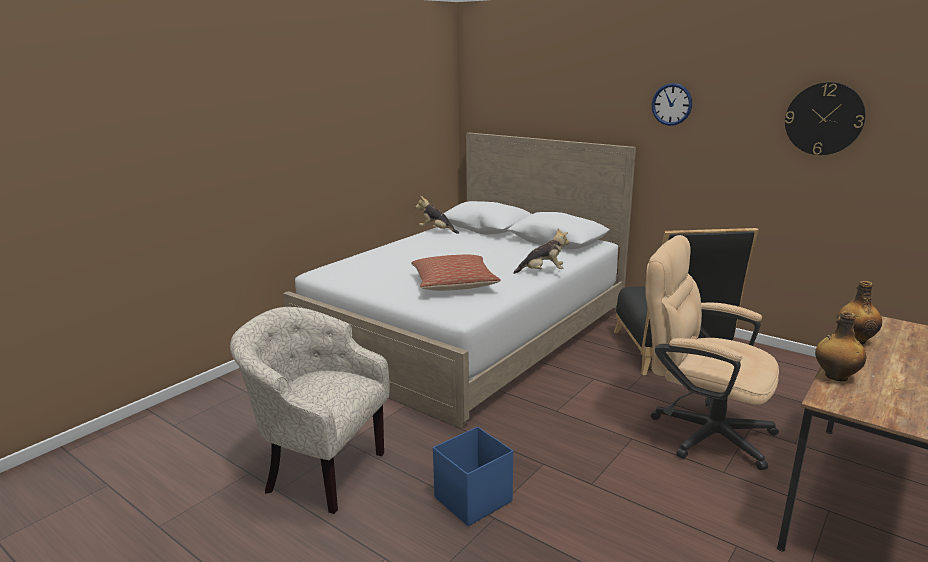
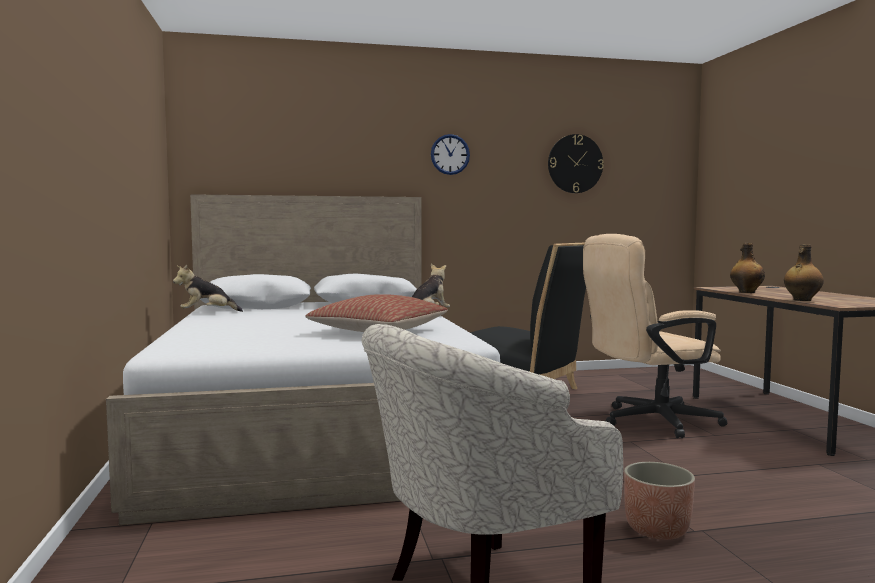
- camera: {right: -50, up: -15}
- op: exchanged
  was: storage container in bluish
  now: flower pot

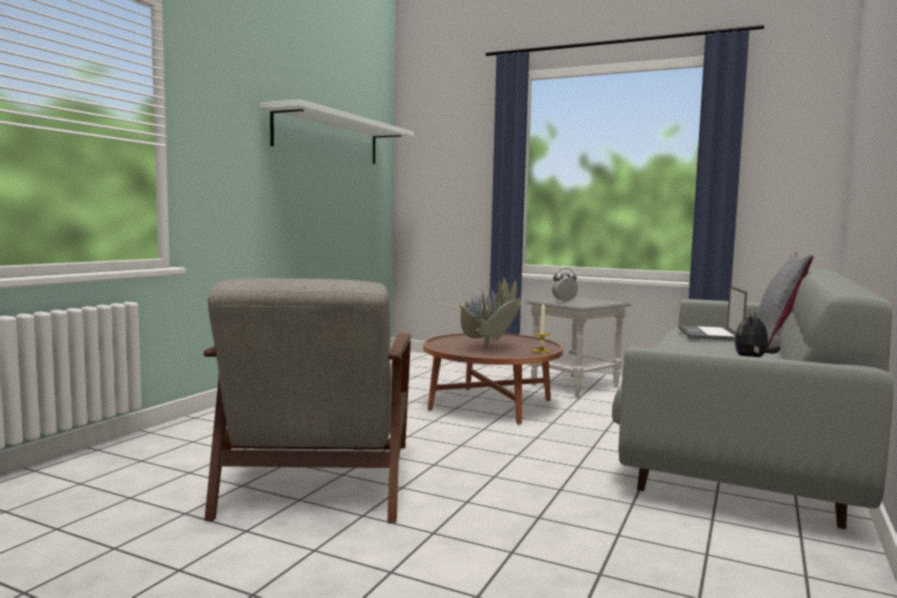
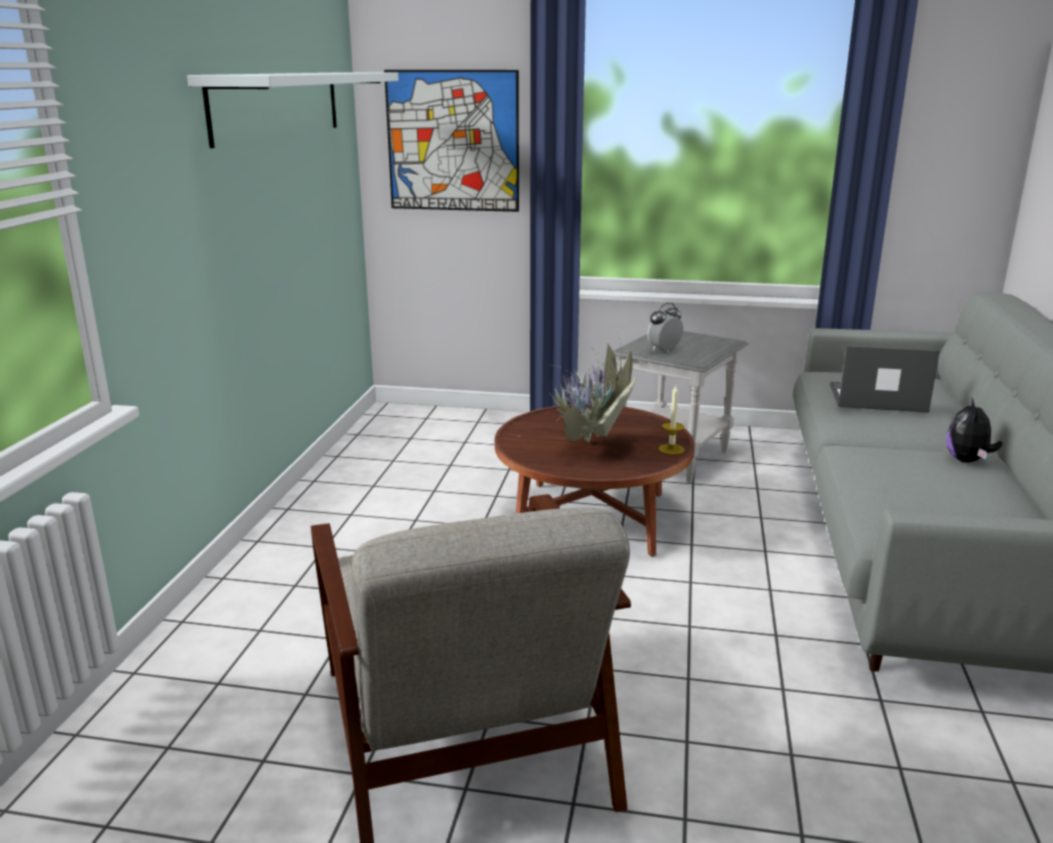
- camera: {right: -15, up: 15}
- op: appeared
  now: wall art
- op: spun
  was: portable computer
  clockwise: 105
- op: missing
  was: throw pillow in grey

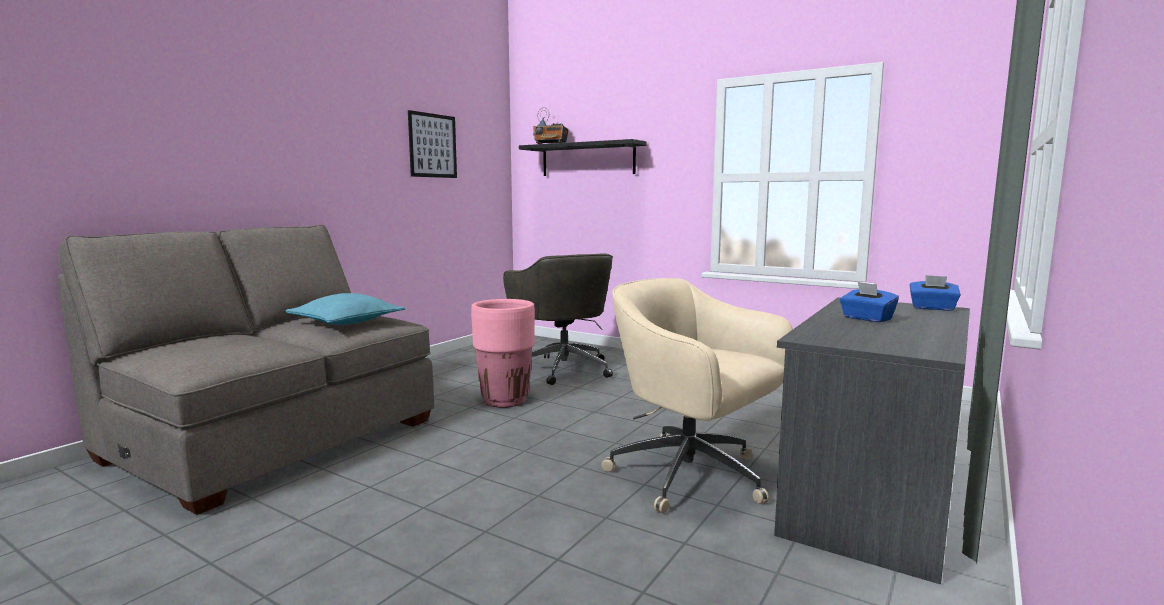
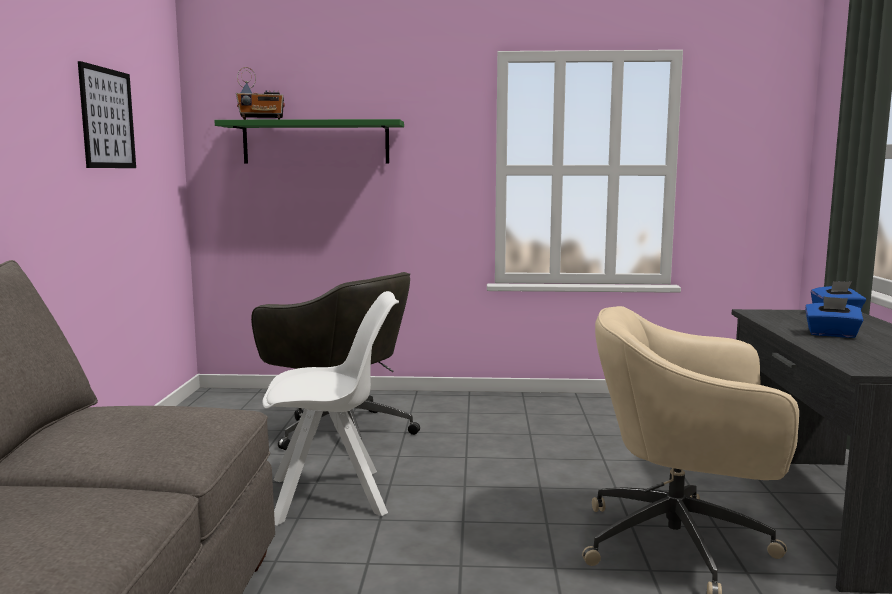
- camera: {right: -30, up: 0}
- op: colour
  was: shelf in black-coloured
  now: shelf in green-coloured
- op: exchanged
  was: flower pot in pink
  now: plain chair in white-coloured
- op: missing
  was: throw pillow in blue-green

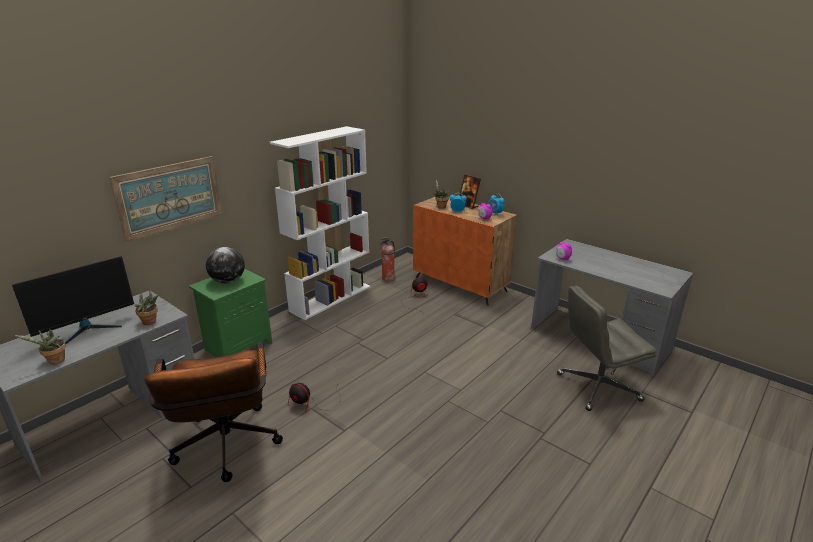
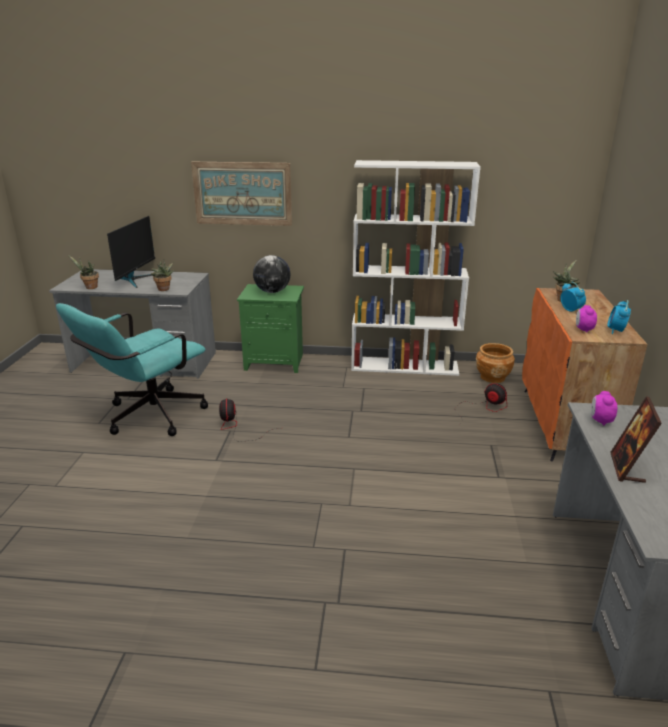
- camera: {right: 55, up: 0}
- op: colour
  was: computer chair in brown-coloured
  now: computer chair in blue-green
- op: spun
  was: monitor
  clockwise: -90
- op: exchanged
  was: fire-fighting cylinder
  now: flower pot in brown-coloured
- op: relocated
  was: picture frame
- op: missing
  was: computer chair in grey

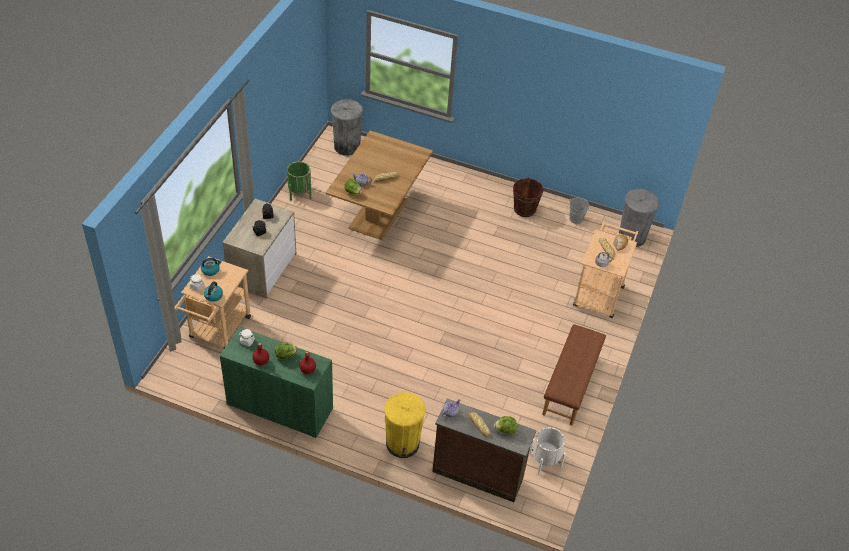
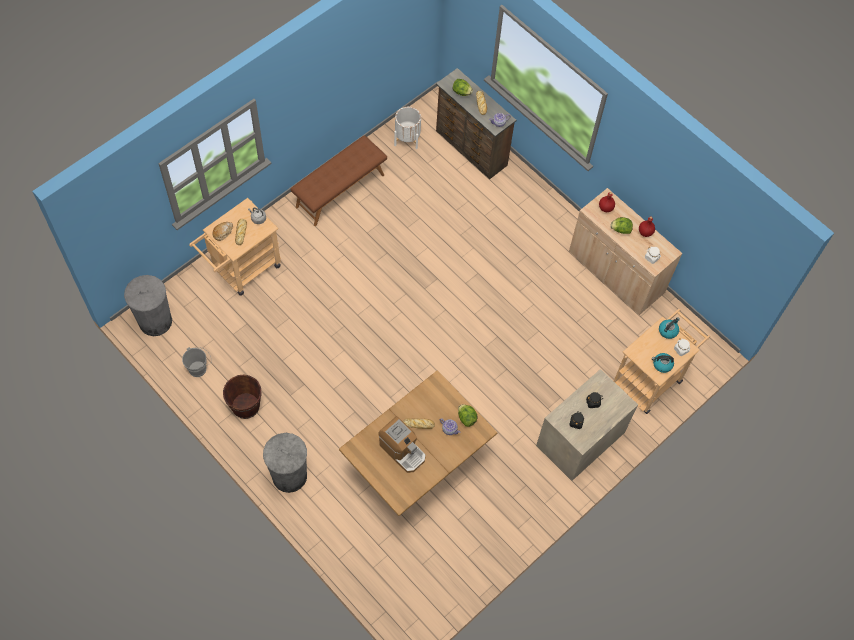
- camera: {right: -155, up: 15}
- op: relocated
  was: trash can in grey (no. 1 from left in the first image)
  now: trash can in grey (no. 2 from left)
- op: appeared
  now: coffee brewer
- op: colour
  was: cabinet in green-coloured
  now: cabinet in beige-coloured
- op: missing
  was: flower pot in green-coloured
- op: missing
  was: trash can in yellow

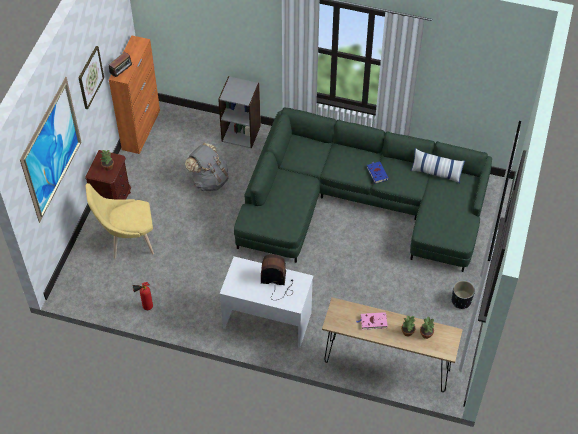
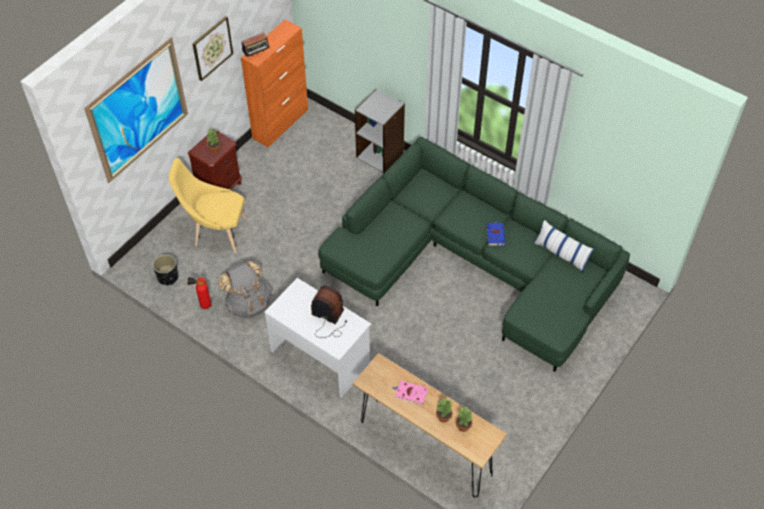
- camera: {right: 20, up: 0}
- op: relocated
  was: flower pot in black-coloured
- op: relocated
  was: knapsack in grey

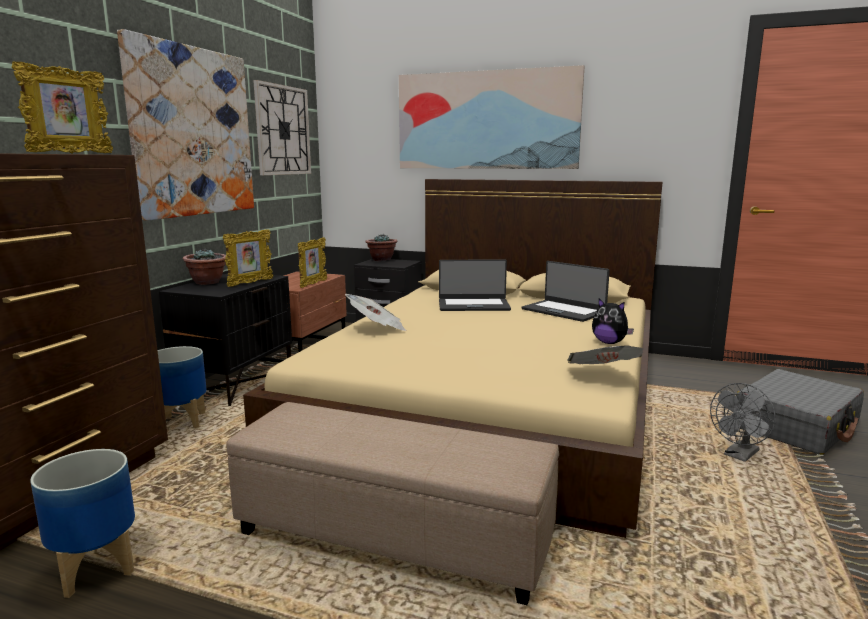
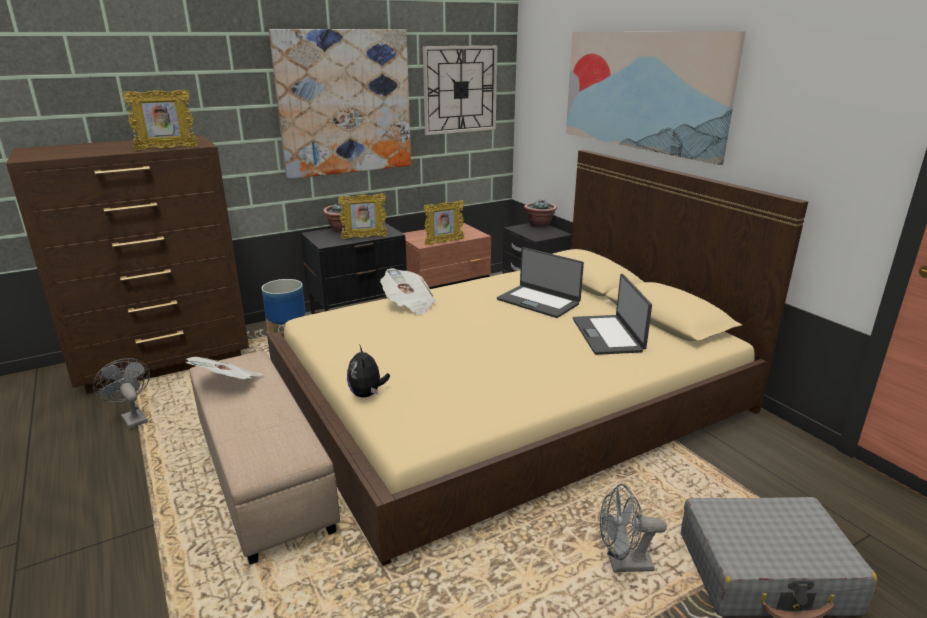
- camera: {right: 40, up: 10}
- op: exchanged
  was: flower pot (no. 1 from left)
  now: cooling fan in grey (no. 1 from left)
- op: relocated
  was: printed paper (no. 2 from left in the first image)
  now: printed paper (no. 1 from left)
- op: relocated
  was: plush toy

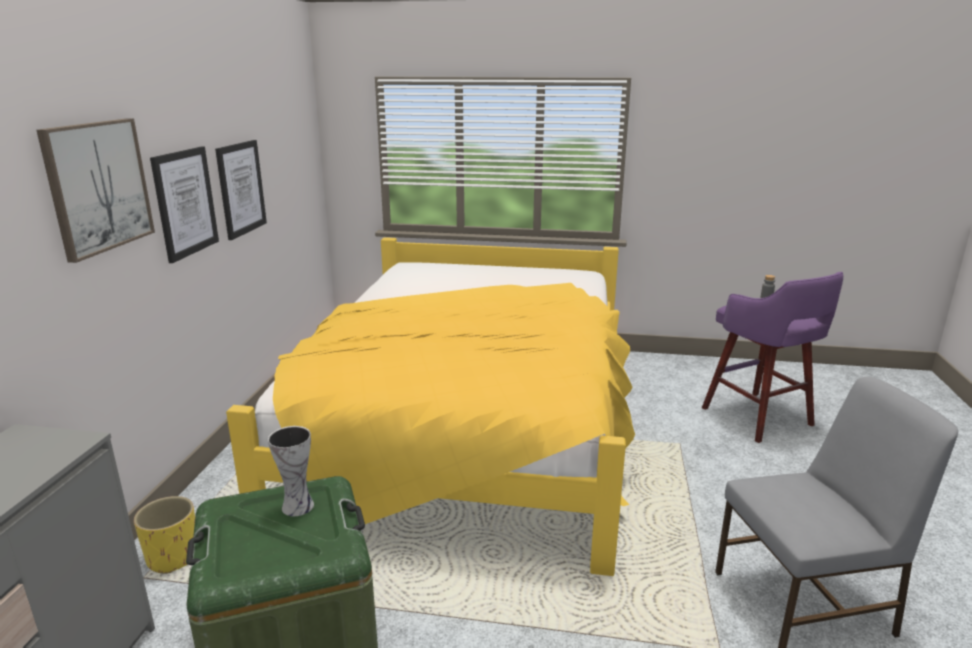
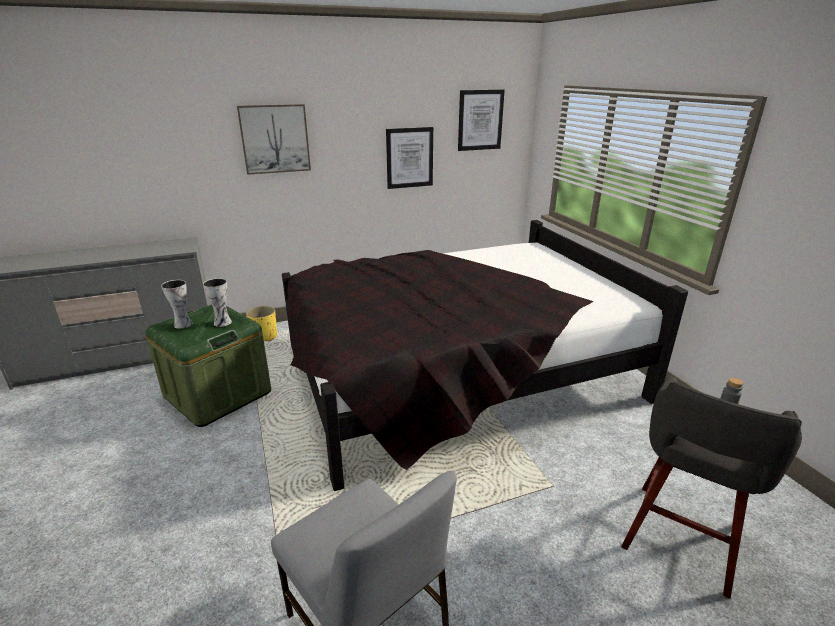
- camera: {right: 60, up: 5}
- op: appeared
  now: decorative vase (no. 1 from left)
- op: colour
  was: bedroom bed in yellow
  now: bedroom bed in black-coloured
- op: relocated
  was: wall art (no. 2 from left in the first image)
  now: wall art (no. 3 from left)
- op: colour
  was: stool seat in purple
  now: stool seat in grey

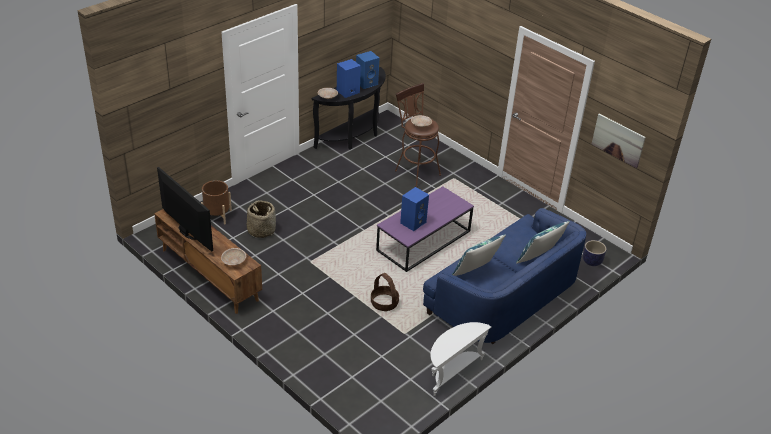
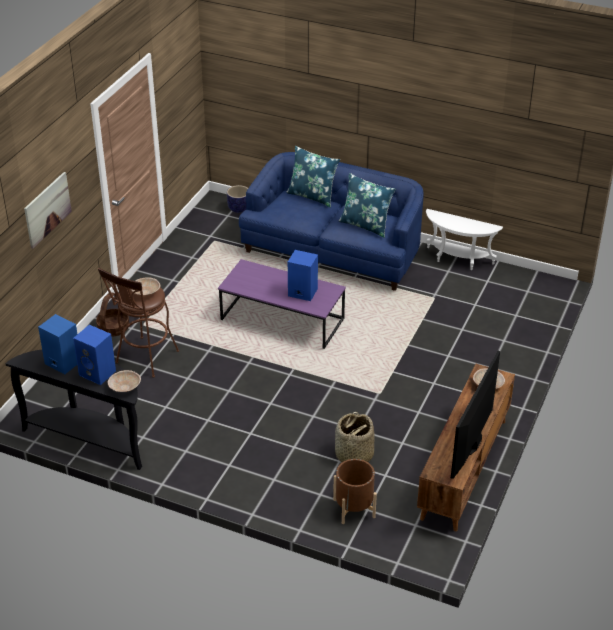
- camera: {right: -110, up: 0}
- op: relocated
  was: wall art
- op: relocated
  was: basket (no. 2 from left in the first image)
  now: basket (no. 1 from left)

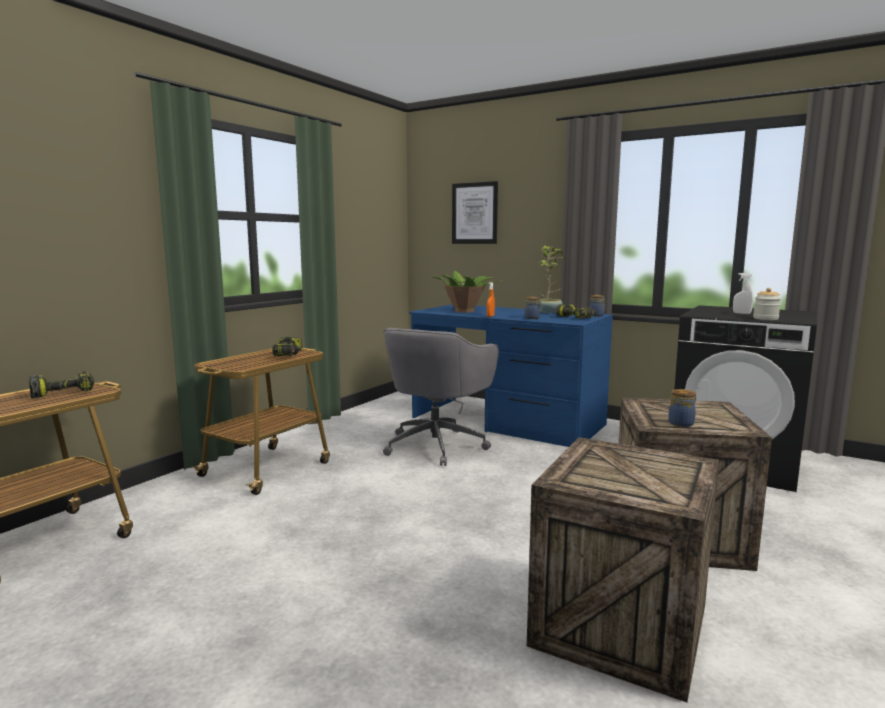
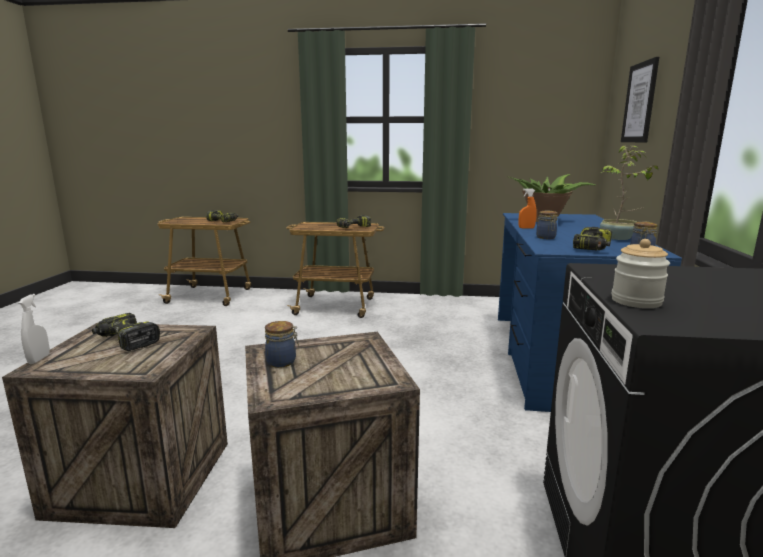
- camera: {right: 65, up: 5}
- op: relocated
  was: sprayer in white-coloured
- op: appeared
  now: power drill (no. 1 from left)
- op: missing
  was: computer chair in grey

